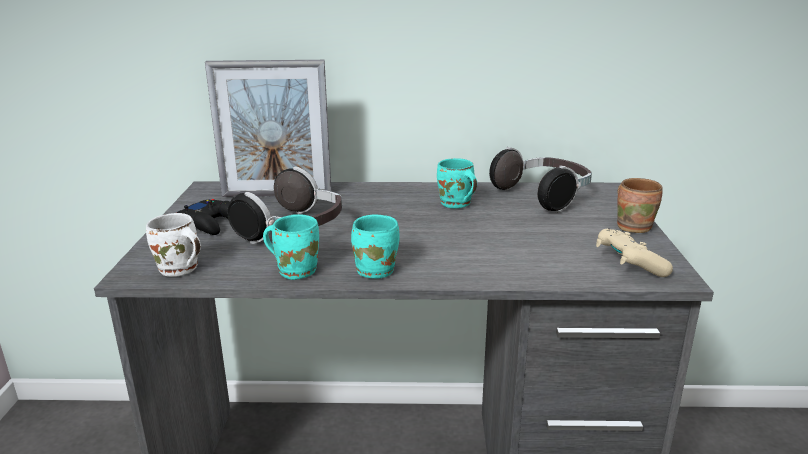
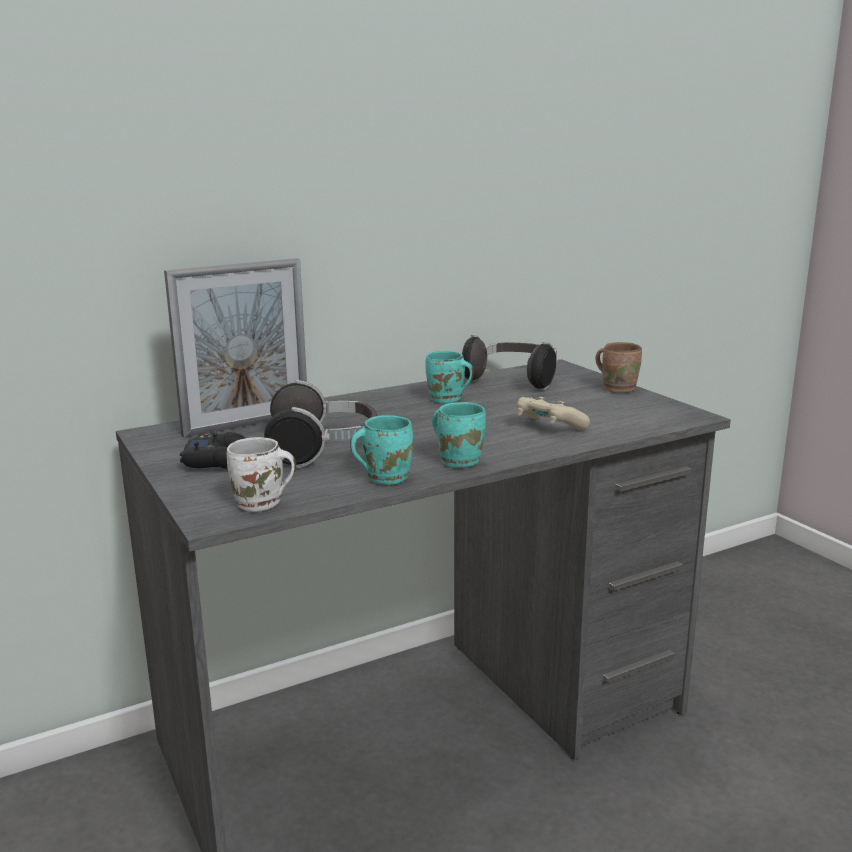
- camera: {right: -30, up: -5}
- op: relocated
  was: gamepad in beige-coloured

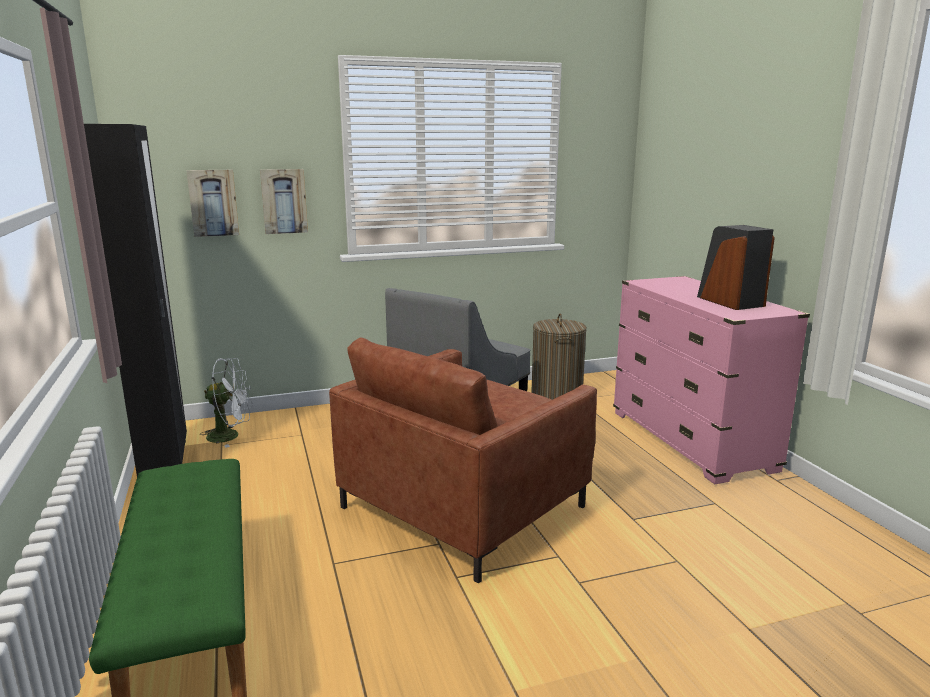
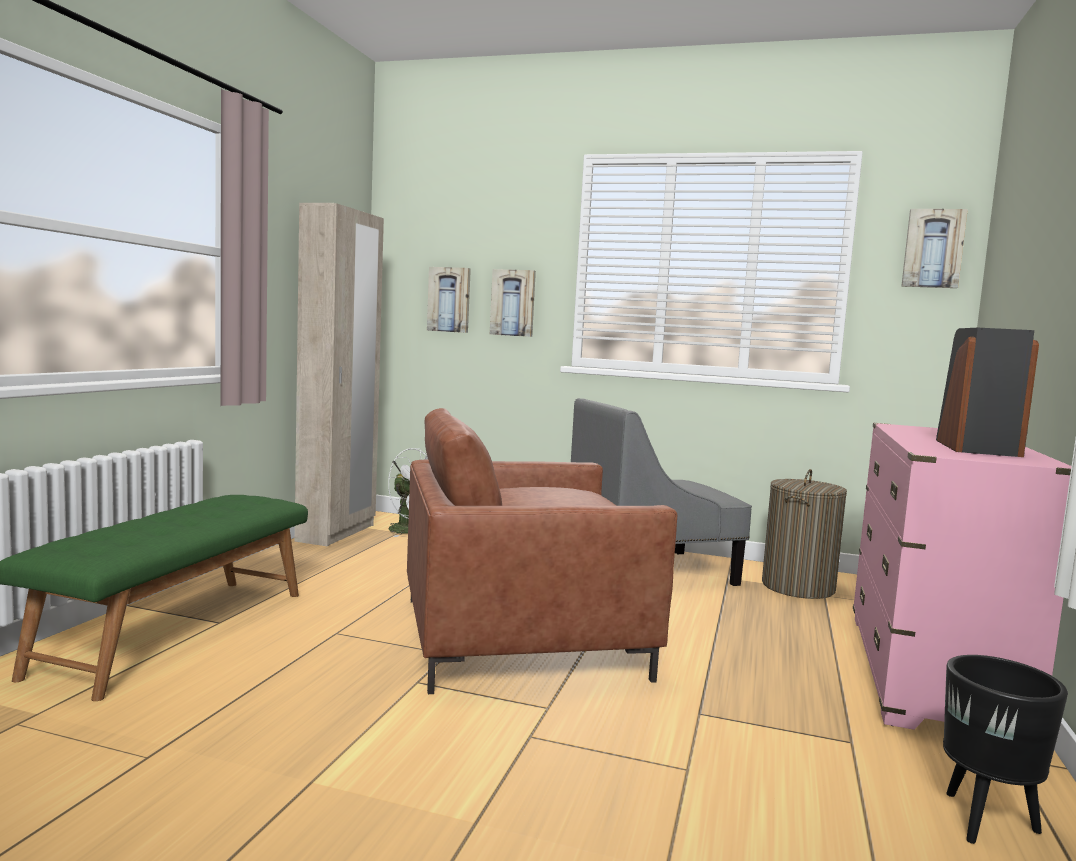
- camera: {right: 35, up: -10}
- op: colour
  was: wardrobe in black-coloured
  now: wardrobe in beige-coloured
- op: appeared
  now: wall art (no. 3 from left)
- op: appeared
  now: flower pot in black-coloured

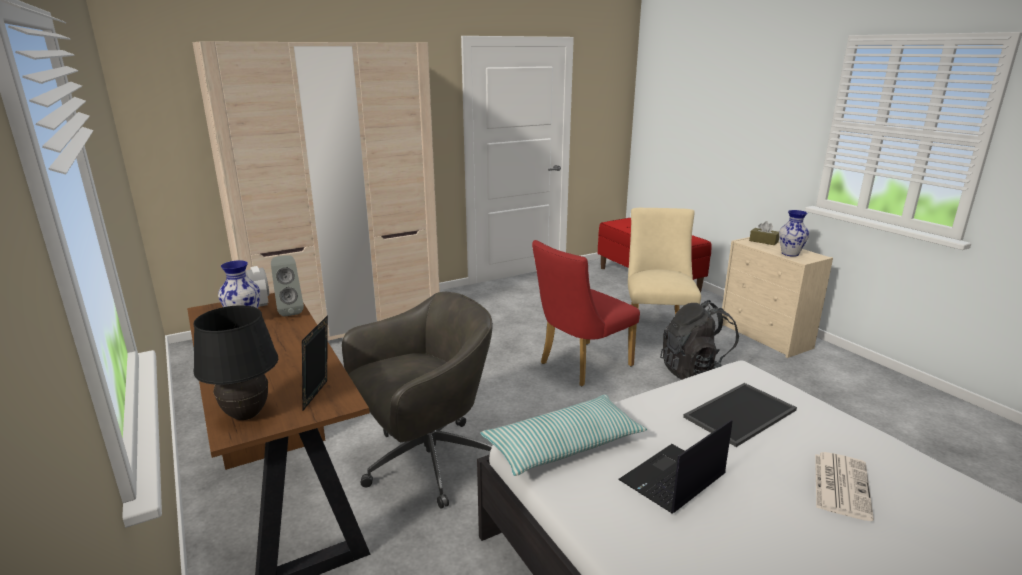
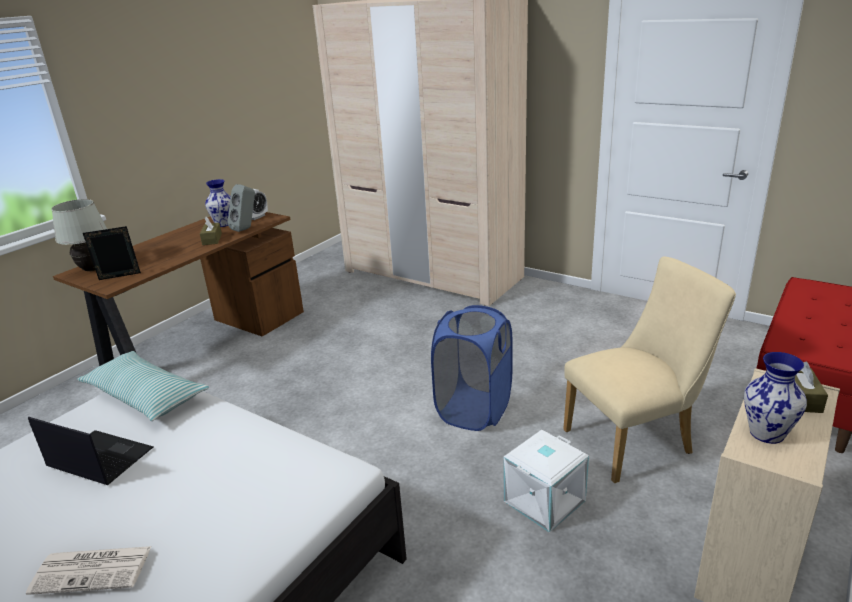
- camera: {right: 65, up: 5}
- op: colour
  was: table lamp in black-coloured
  now: table lamp in white-coloured
- op: appeared
  now: box of tissues in brown-coloured (no. 1 from left)
- op: exchanged
  was: plain chair in red-coloured
  now: washing basket in bluish
- op: exchanged
  was: knapsack in black-coloured
  now: storage container in white-coloured
- op: missing
  was: computer chair in grey
- op: missing
  was: carrying tray

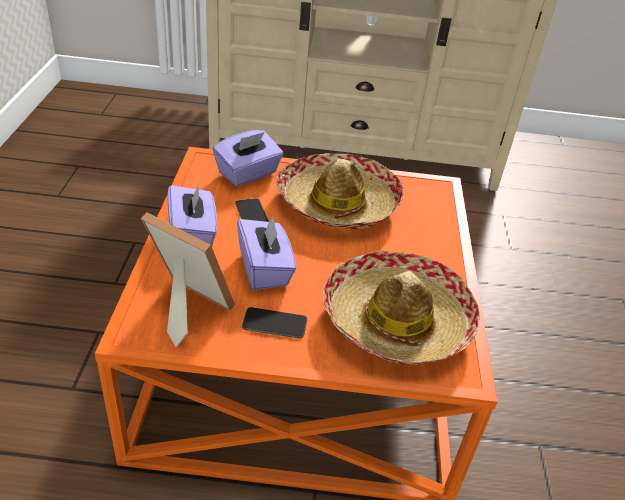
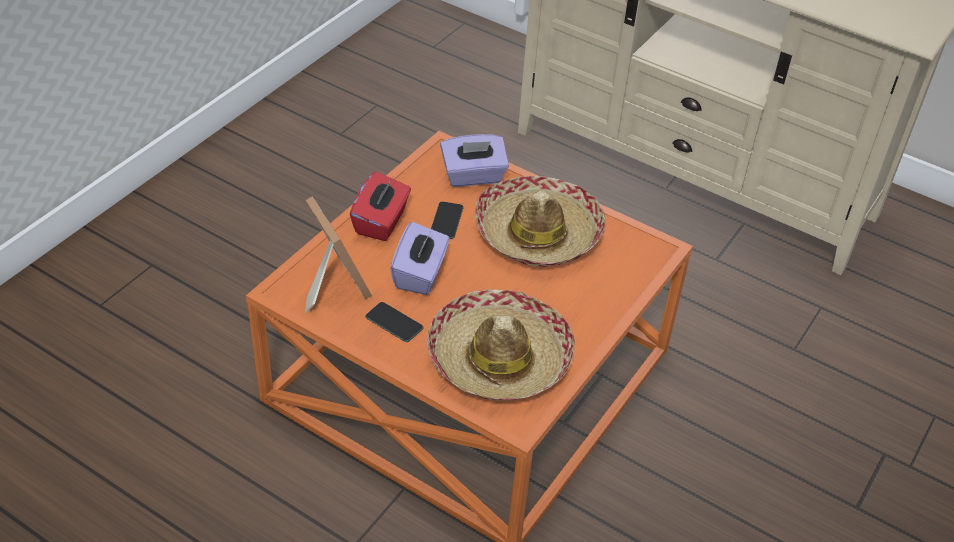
- camera: {right: 30, up: 5}
- op: colour
  was: box of tissues in purple (no. 1 from left)
  now: box of tissues in red-coloured

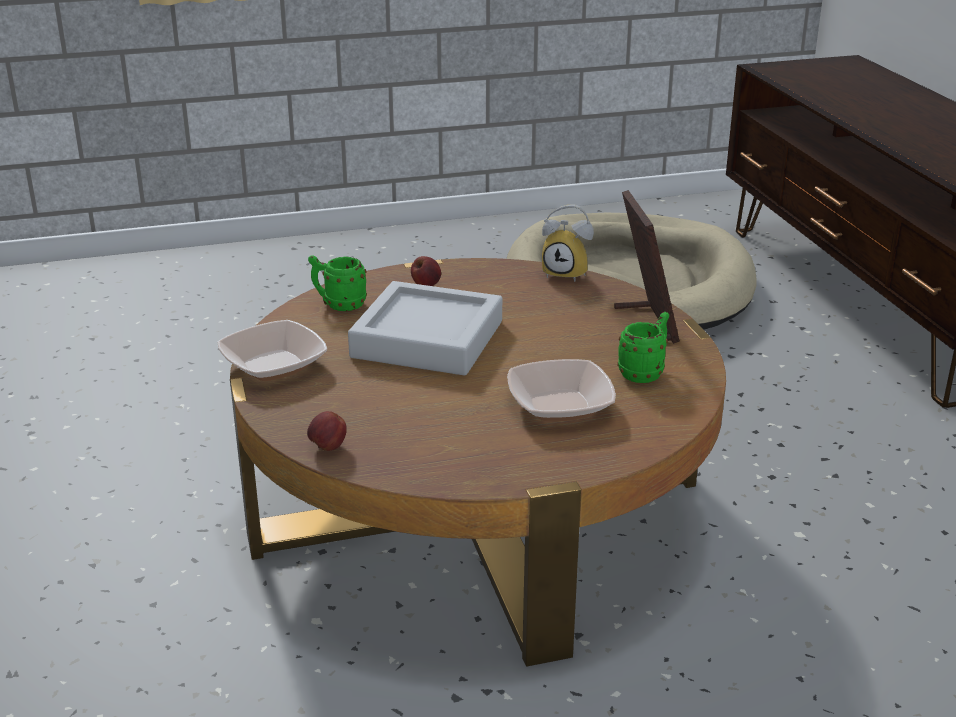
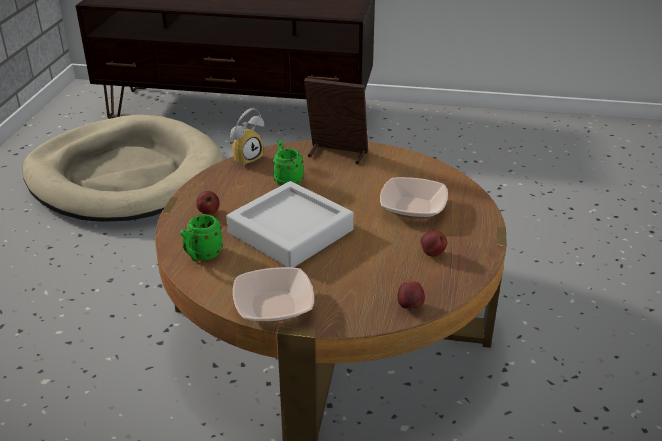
- camera: {right: -65, up: 5}
- op: relocated
  was: mug in green-coloured (no. 2 from left)
- op: appeared
  now: apple (no. 3 from left)

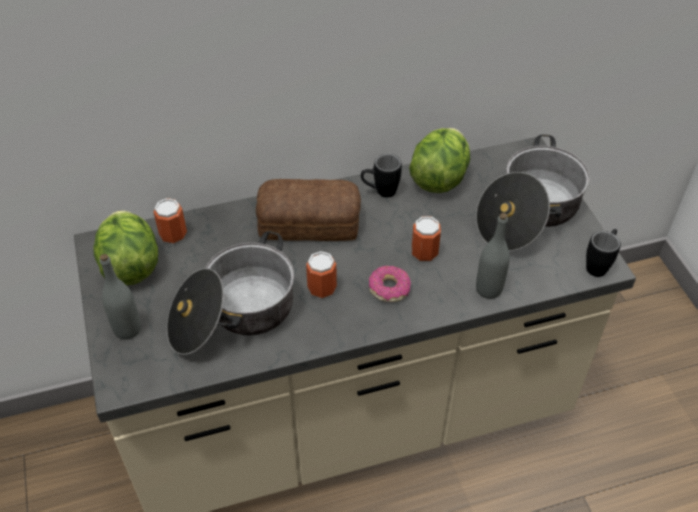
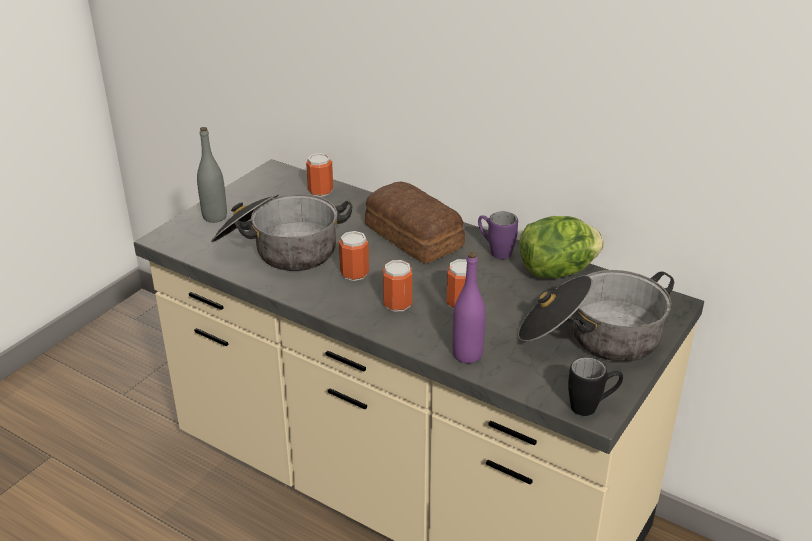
- camera: {right: 50, up: -15}
- op: exchanged
  was: ring doughnut
  now: sealed can (no. 3 from left)
- op: colour
  was: drink bottle in grey (no. 2 from left)
  now: drink bottle in purple
- op: colour
  was: mug in black-coloured (no. 1 from left)
  now: mug in purple
- op: missing
  was: head of lettuce (no. 1 from left)

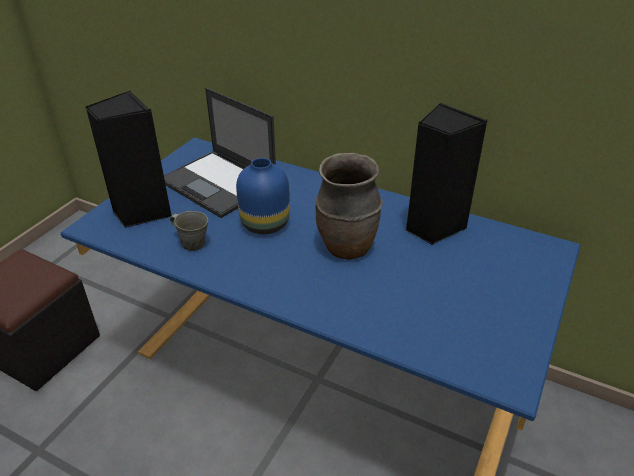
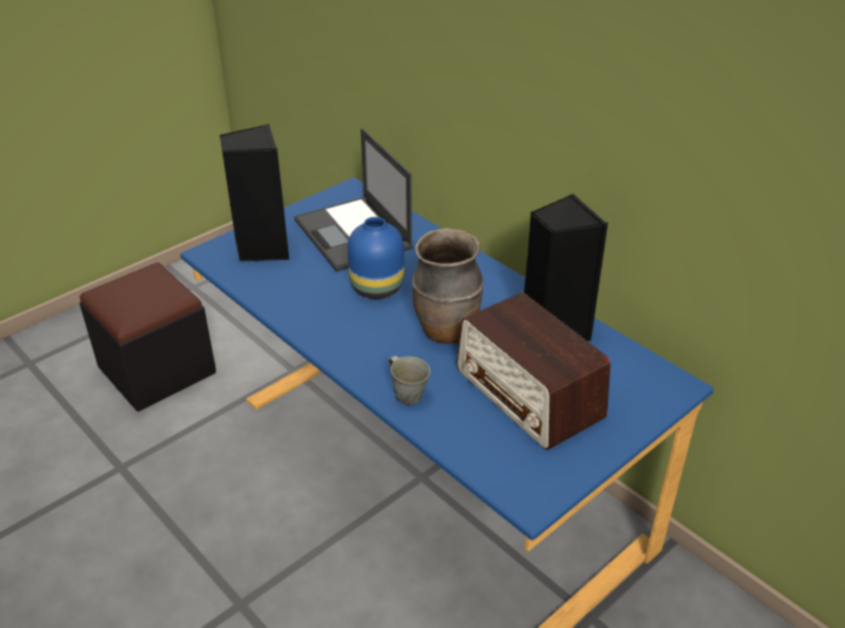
- camera: {right: 20, up: 0}
- op: relocated
  was: mug in grey
- op: appeared
  now: radio

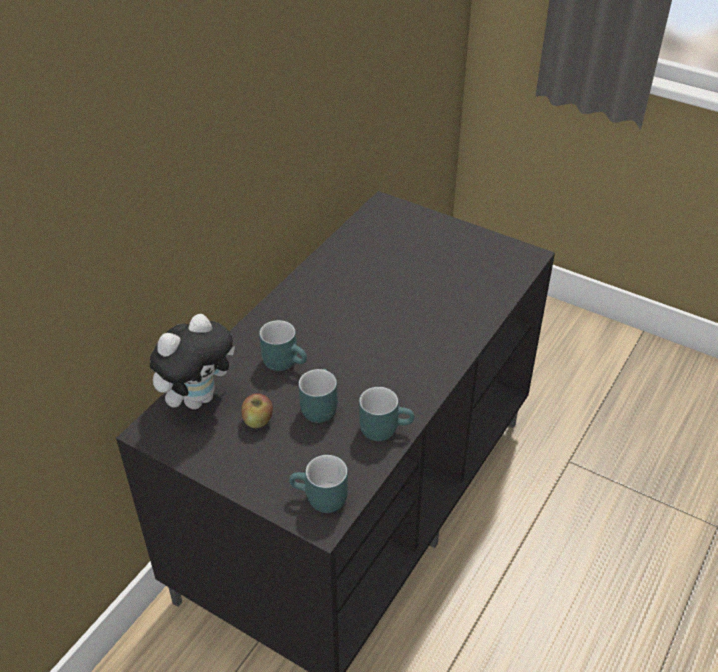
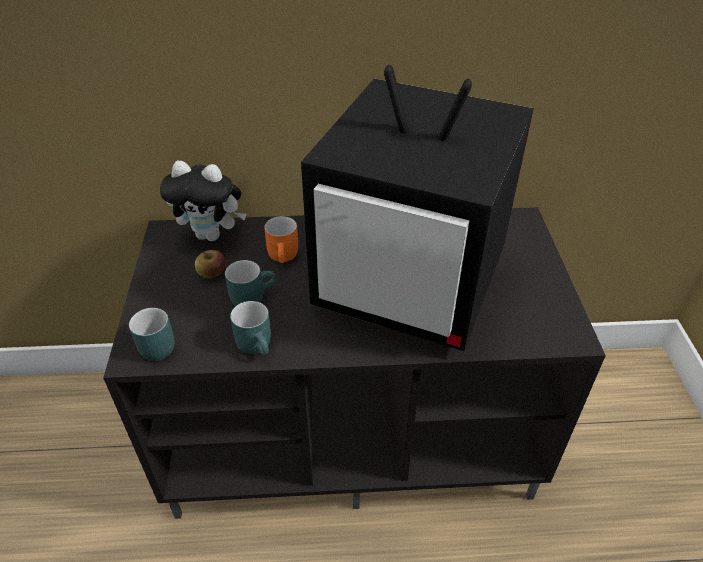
- camera: {right: 55, up: 0}
- op: colour
  was: mug in blue-green (no. 1 from left)
  now: mug in orangey
- op: appeared
  now: TV set

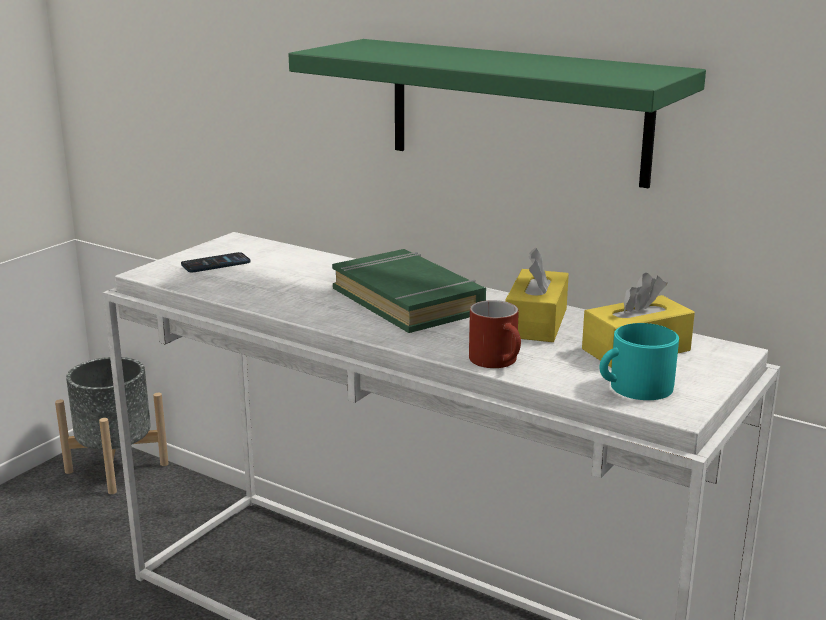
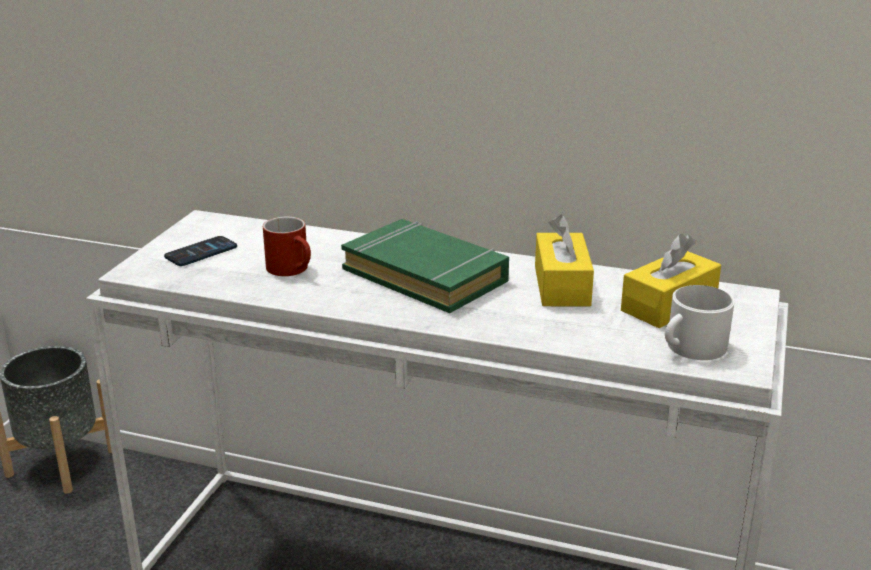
- camera: {right: -15, up: 5}
- op: relocated
  was: mug in red-coloured
- op: colour
  was: mug in blue-green
  now: mug in white-coloured
- op: missing
  was: shelf in green-coloured

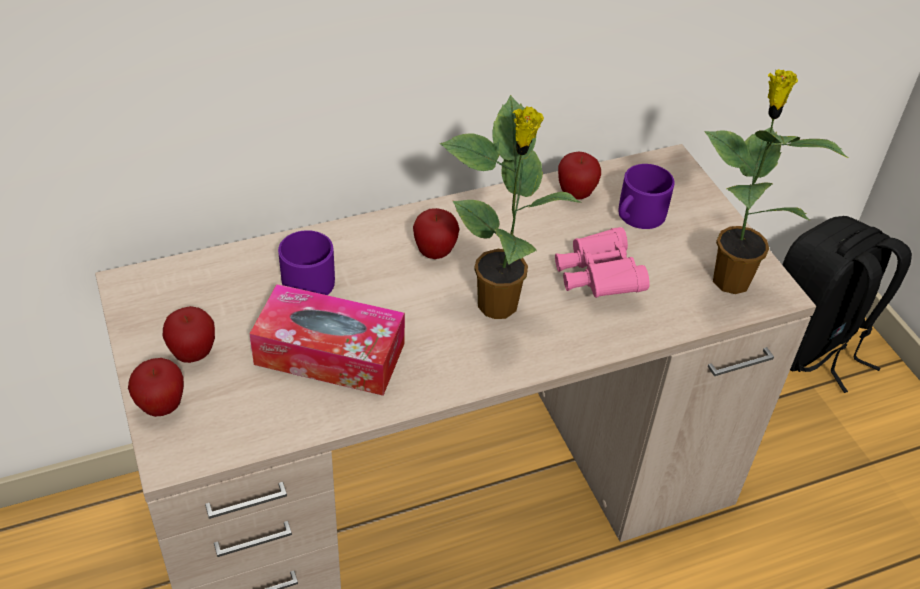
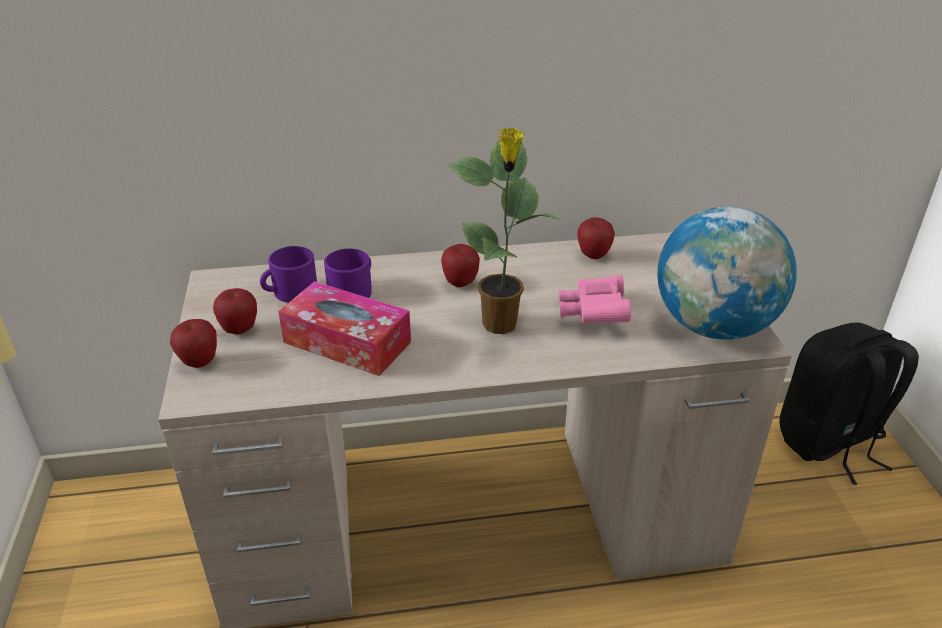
- camera: {right: 15, up: -10}
- op: relocated
  was: mug in purple (no. 2 from left in the first image)
  now: mug in purple (no. 1 from left)
- op: exchanged
  was: plant in a pot (no. 2 from left)
  now: world globe

